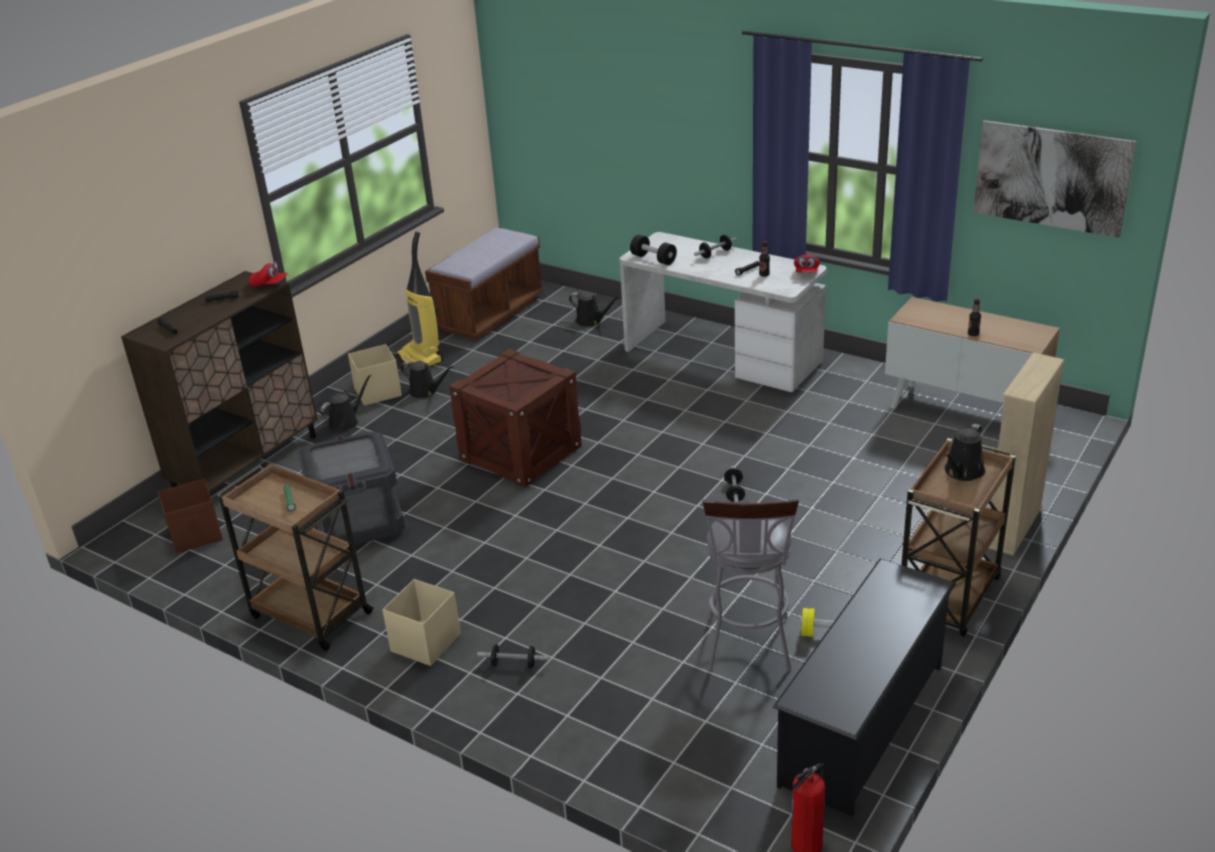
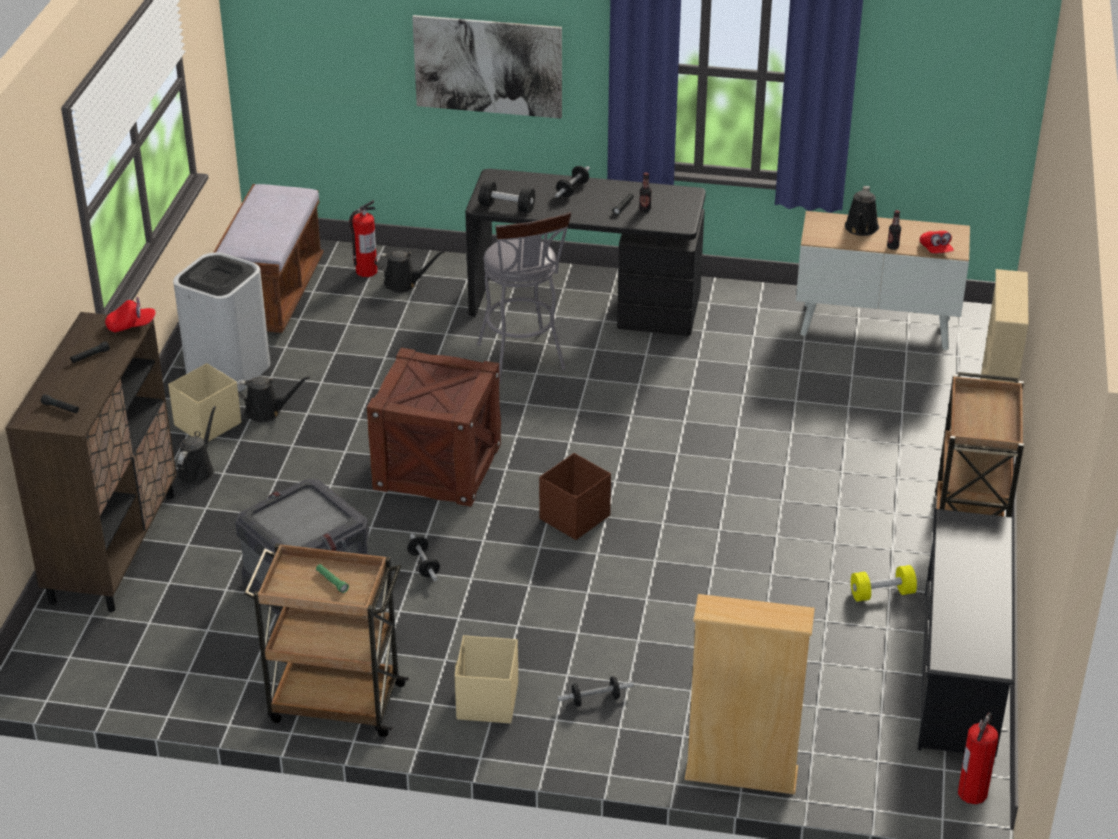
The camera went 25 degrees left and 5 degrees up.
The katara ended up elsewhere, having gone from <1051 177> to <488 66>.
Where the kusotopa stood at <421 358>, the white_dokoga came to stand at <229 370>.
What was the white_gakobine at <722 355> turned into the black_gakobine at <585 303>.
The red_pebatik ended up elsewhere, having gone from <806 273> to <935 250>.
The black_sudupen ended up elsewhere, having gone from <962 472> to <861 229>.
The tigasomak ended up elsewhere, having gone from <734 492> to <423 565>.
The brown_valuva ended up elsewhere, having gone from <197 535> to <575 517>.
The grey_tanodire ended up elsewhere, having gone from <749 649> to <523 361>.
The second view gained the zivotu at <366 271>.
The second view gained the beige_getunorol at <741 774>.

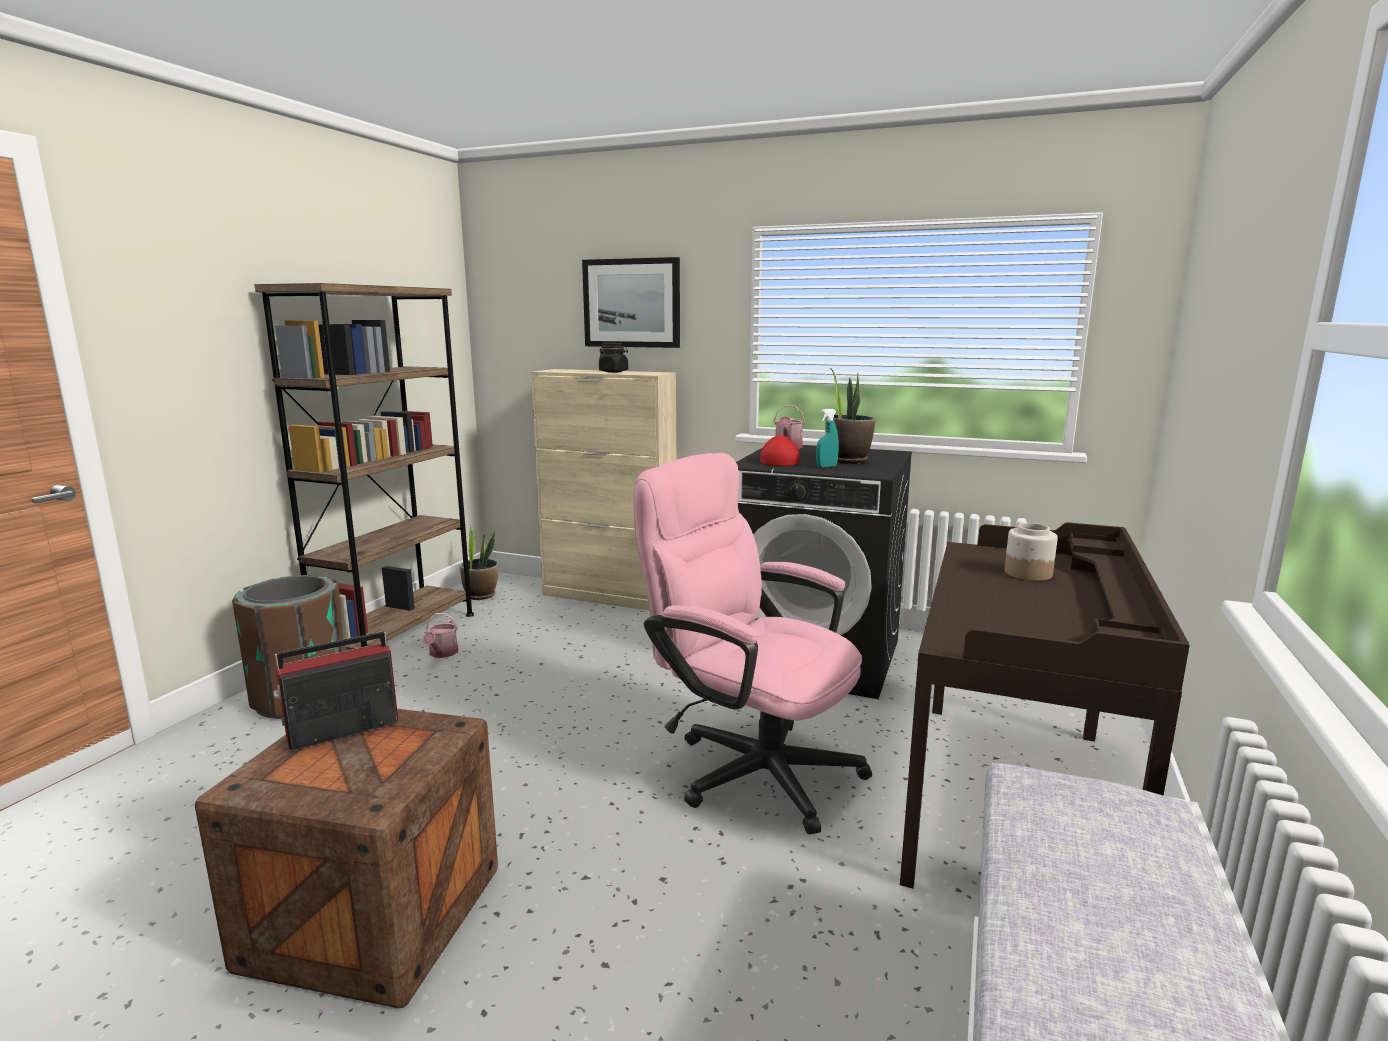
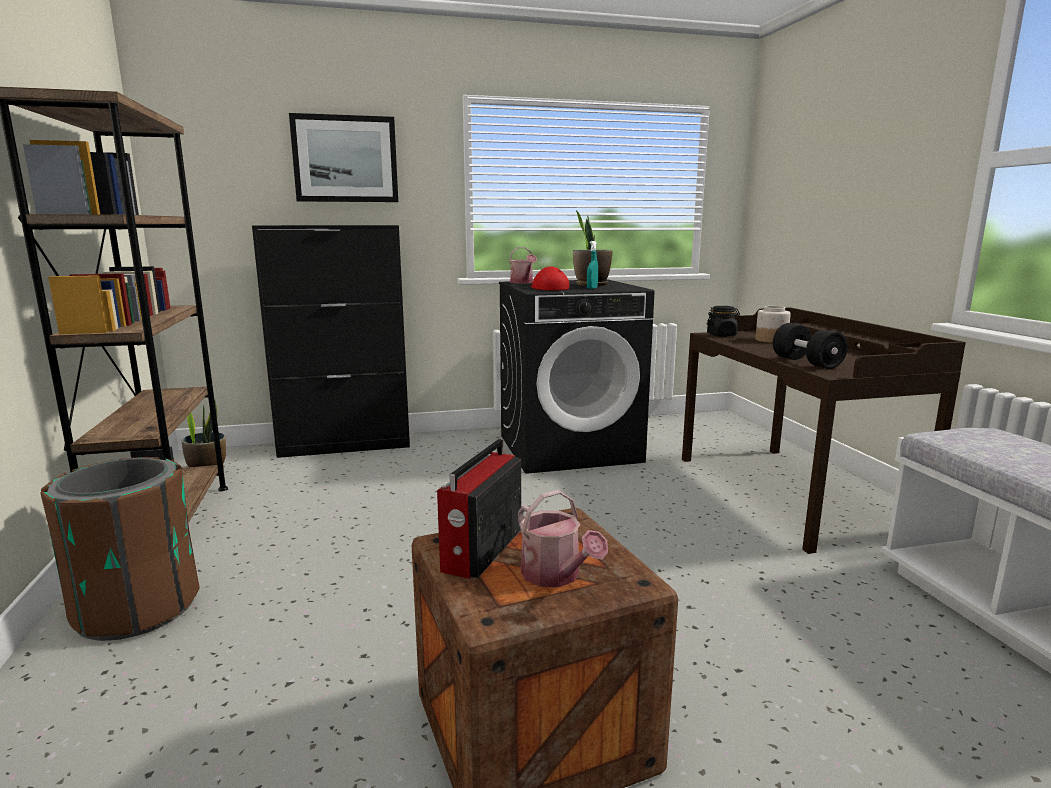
The camera went 35 degrees left and 0 degrees up.
The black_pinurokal ended up elsewhere, having gone from <613 372> to <721 335>.
What was the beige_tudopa at <610 597> turned into the black_tudopa at <346 445>.
The second view lost the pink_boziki at <750 766>.
The sudupen ended up elsewhere, having gone from <442 654> to <555 576>.
The second view gained the black_tigasomak at <806 362>.

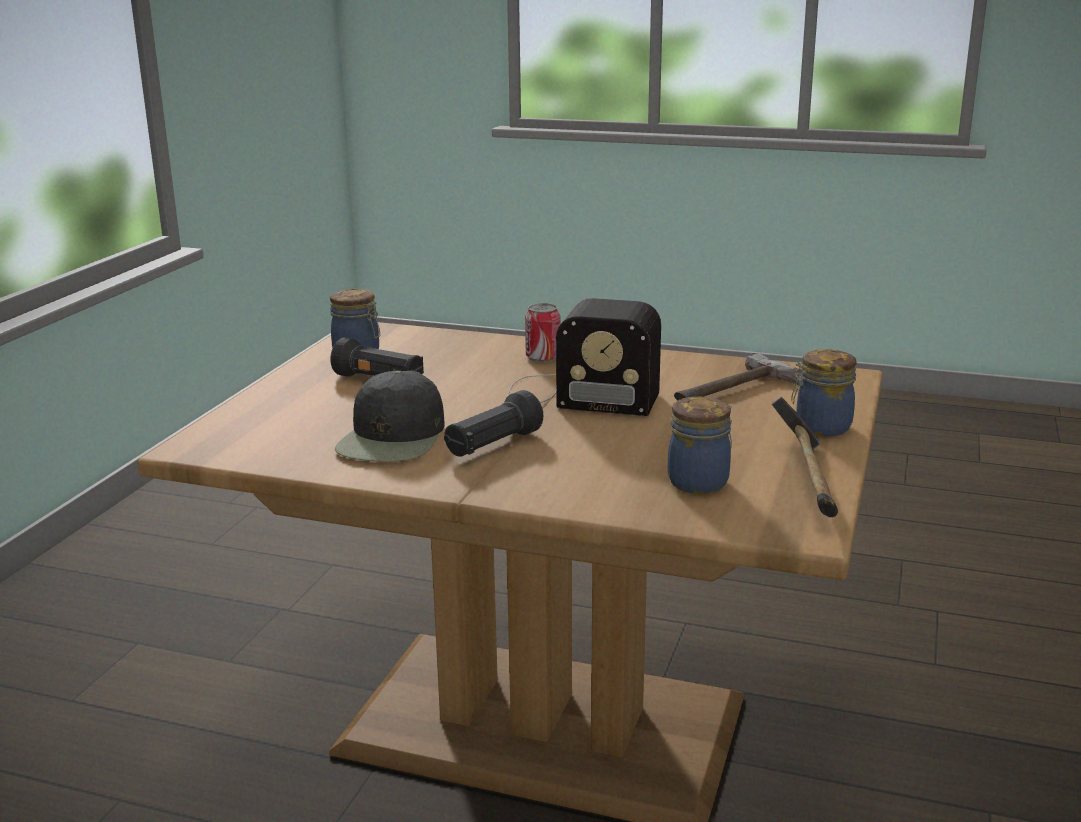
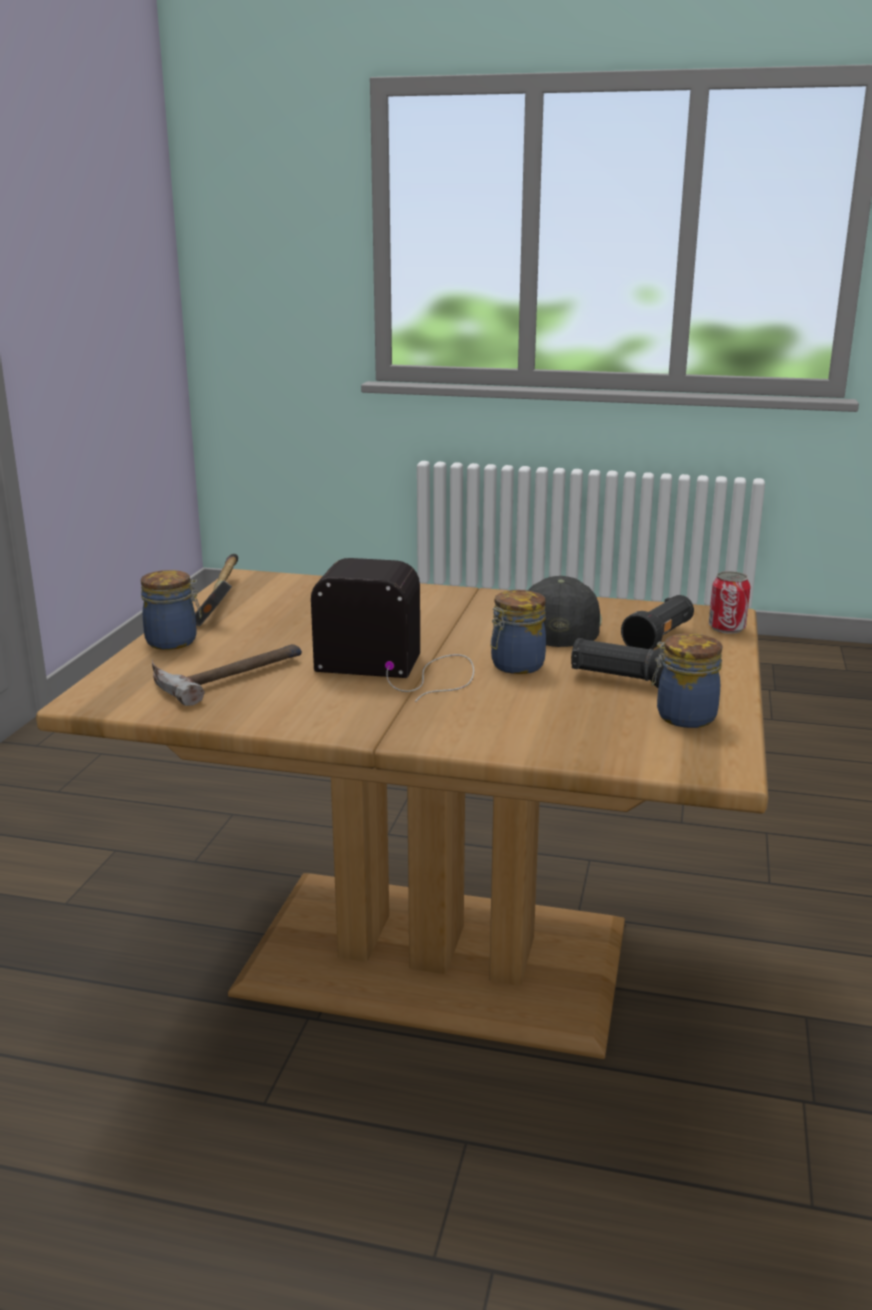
The camera went 175 degrees right and 0 degrees up.
The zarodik ended up elsewhere, having gone from <543 357> to <726 628>.
The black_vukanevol ended up elsewhere, having gone from <492 445> to <659 639>.
The pinurokal ended up elsewhere, having gone from <700 481> to <515 666>.

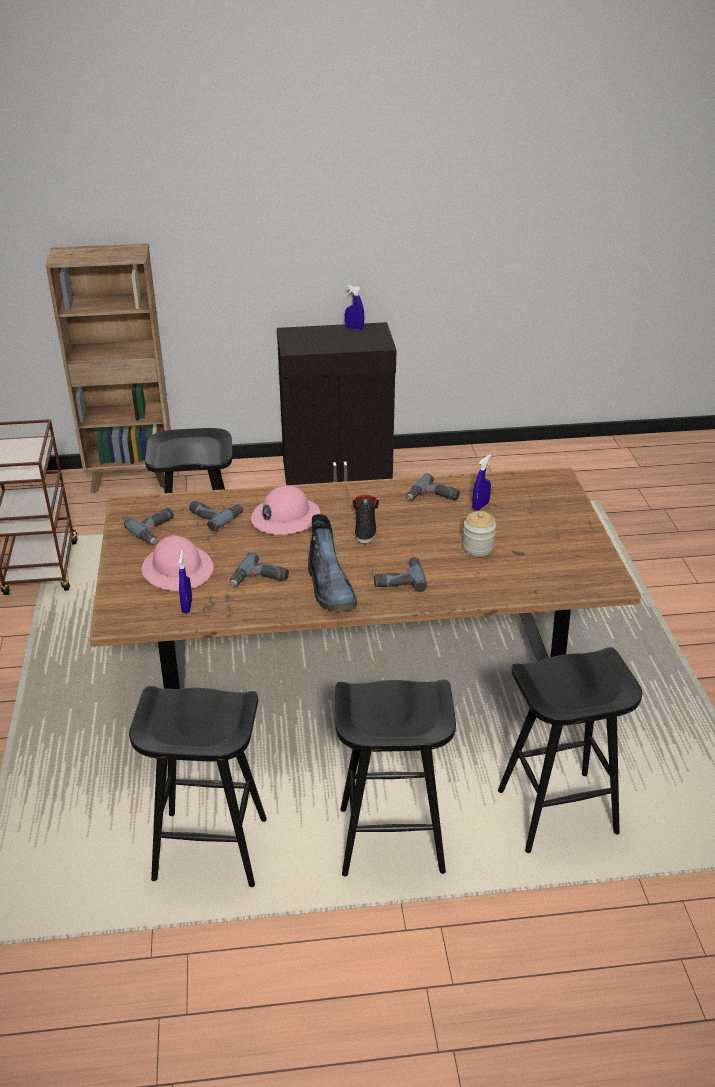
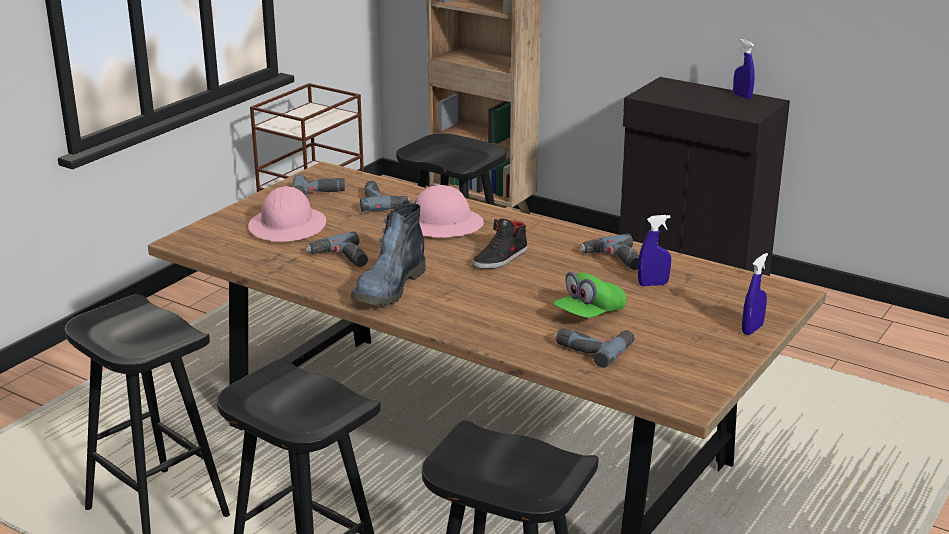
The camera went 40 degrees right and 10 degrees down.
Where the pinurokal stood at <478 547>, the green_pebatik came to stand at <589 314>.
The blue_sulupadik ended up elsewhere, having gone from <187 606> to <752 329>.
The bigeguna ended up elsewhere, having gone from <398 579> to <594 348>.

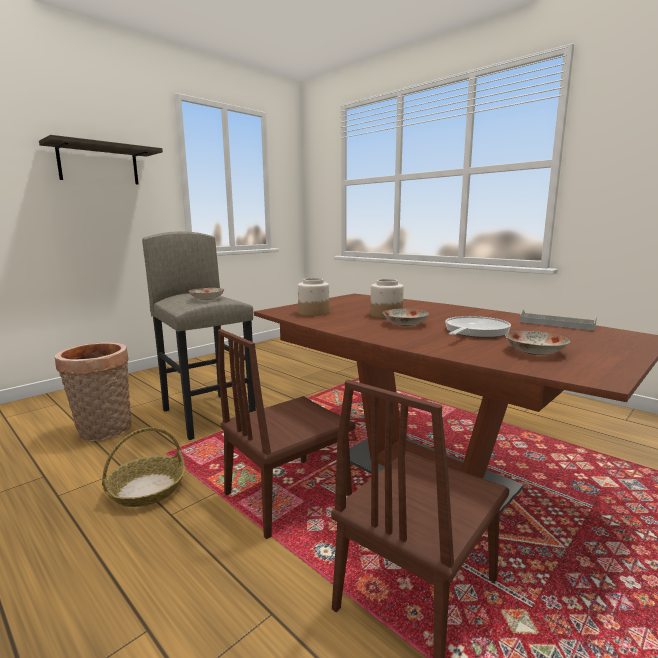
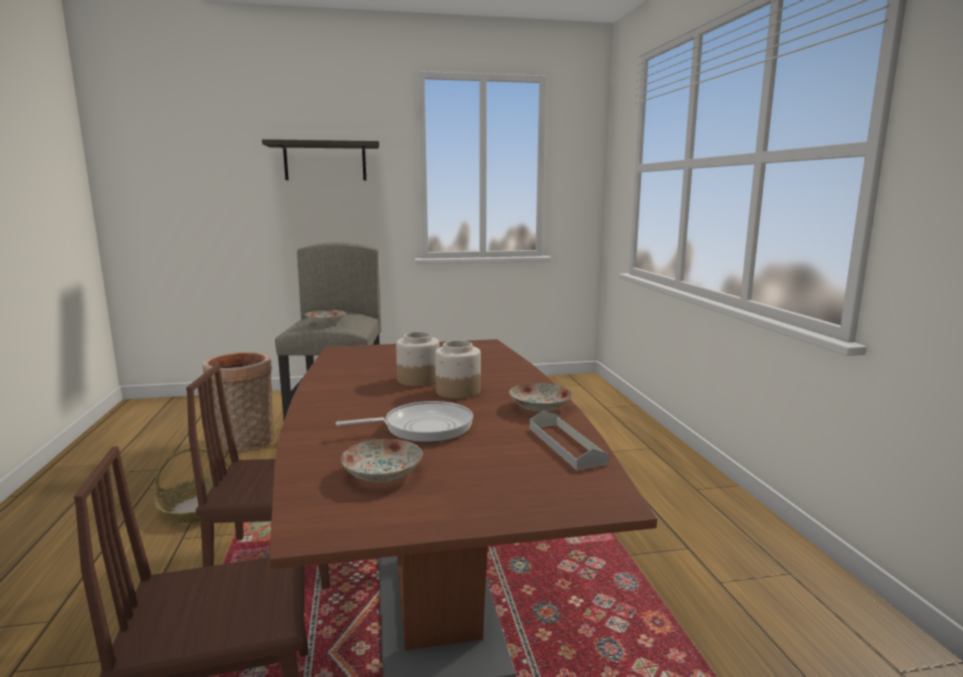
The camera went 35 degrees right and 0 degrees up.
The pinurokal ended up elsewhere, having gone from <313 313> to <457 391>.
The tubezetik ended up elsewhere, having gone from <404 324> to <539 407>.

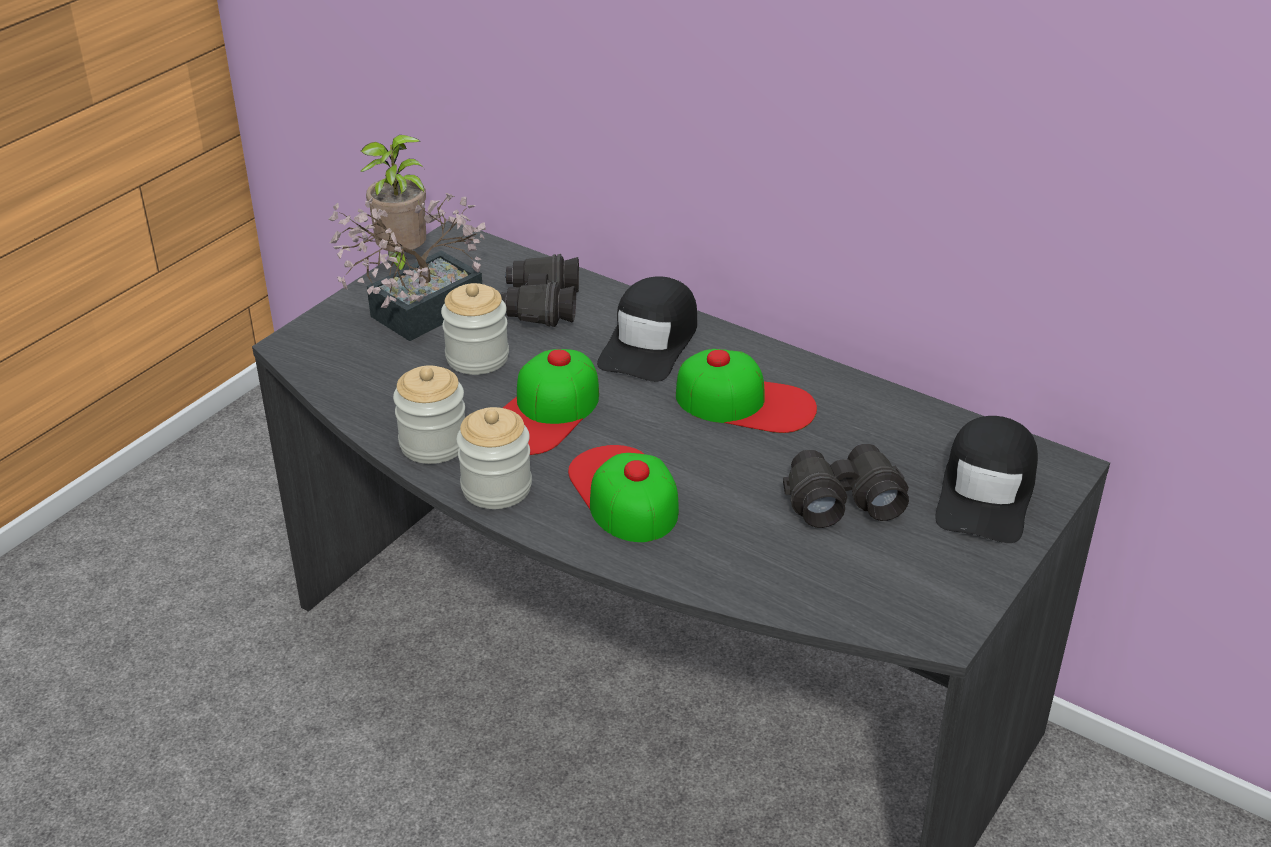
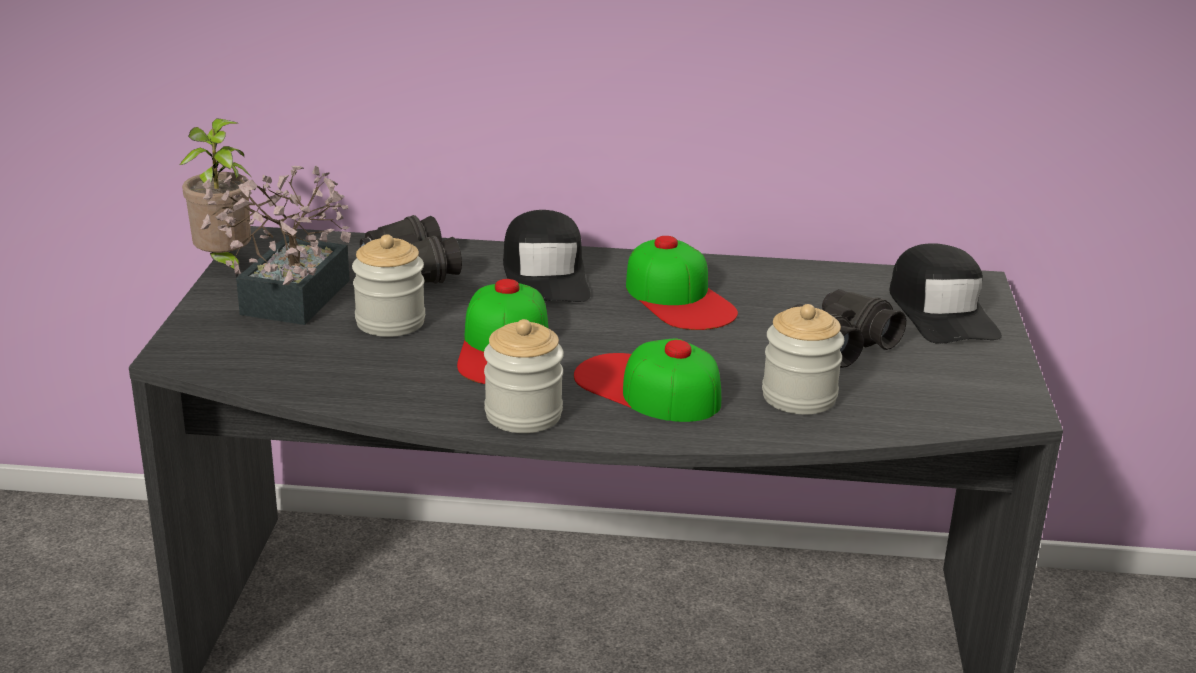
The camera went 30 degrees left and 10 degrees down.
The pebatik at <745 402> ended up facing another way, 75 degrees clockwise from before.
The pinurokal ended up elsewhere, having gone from <433 444> to <799 397>.

